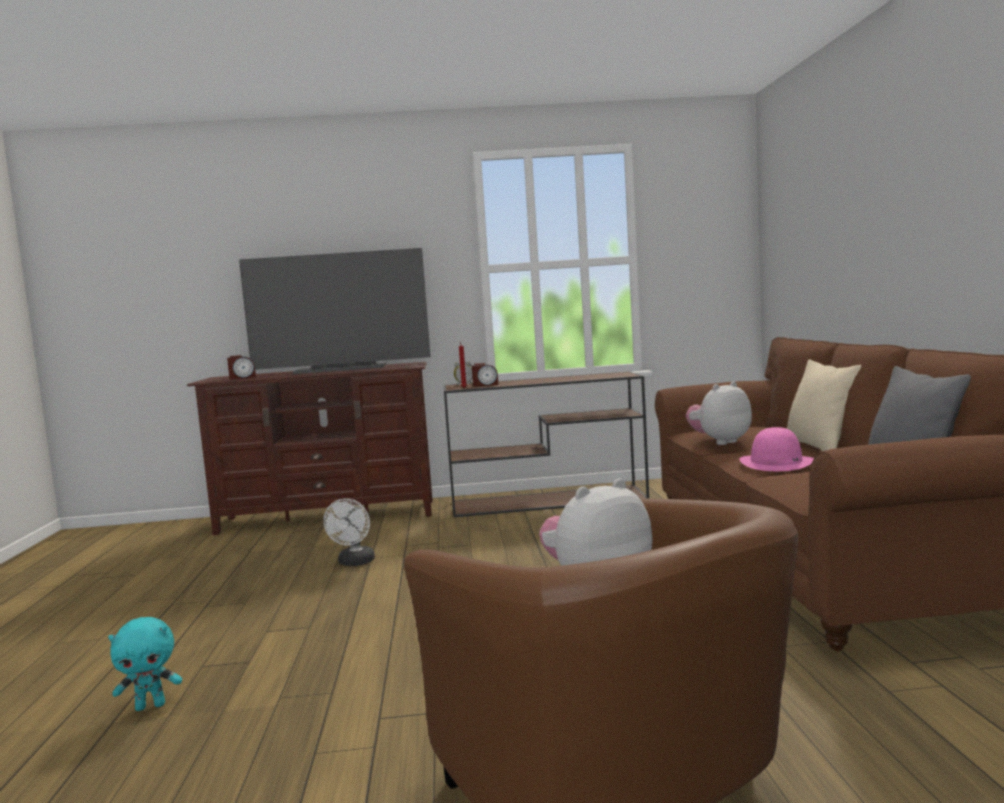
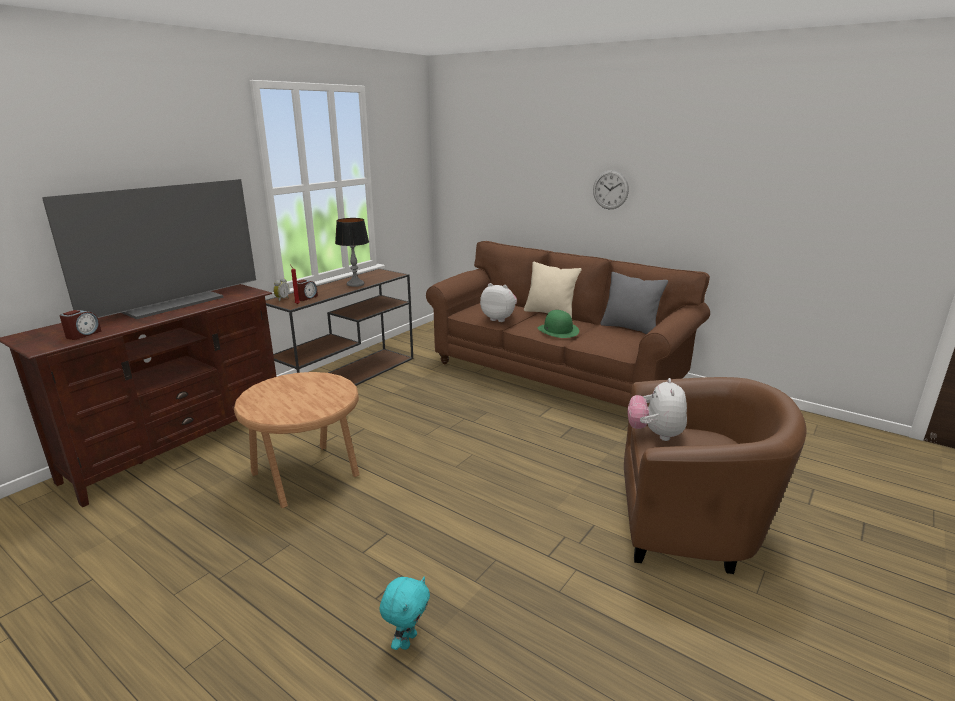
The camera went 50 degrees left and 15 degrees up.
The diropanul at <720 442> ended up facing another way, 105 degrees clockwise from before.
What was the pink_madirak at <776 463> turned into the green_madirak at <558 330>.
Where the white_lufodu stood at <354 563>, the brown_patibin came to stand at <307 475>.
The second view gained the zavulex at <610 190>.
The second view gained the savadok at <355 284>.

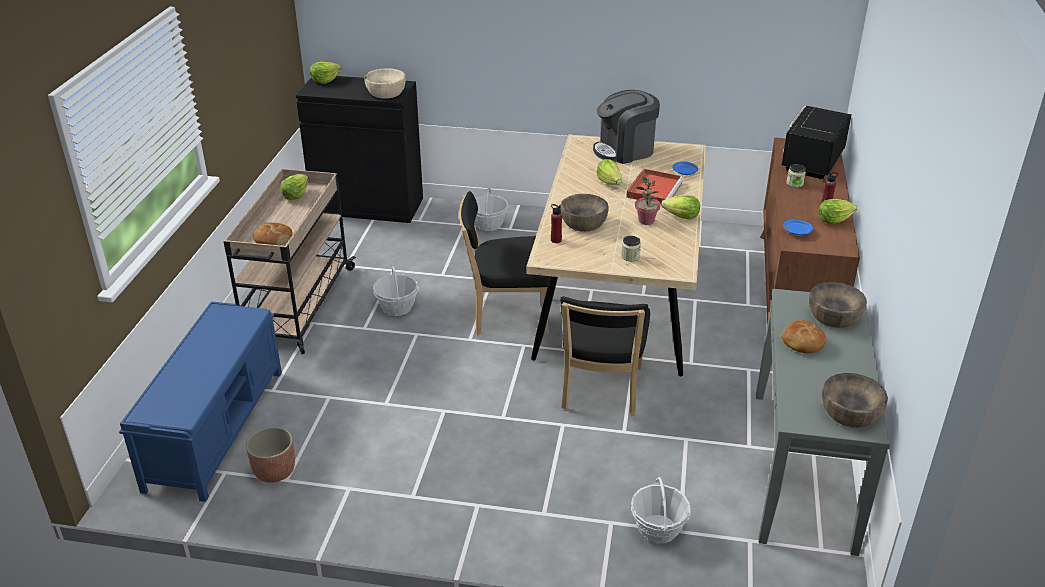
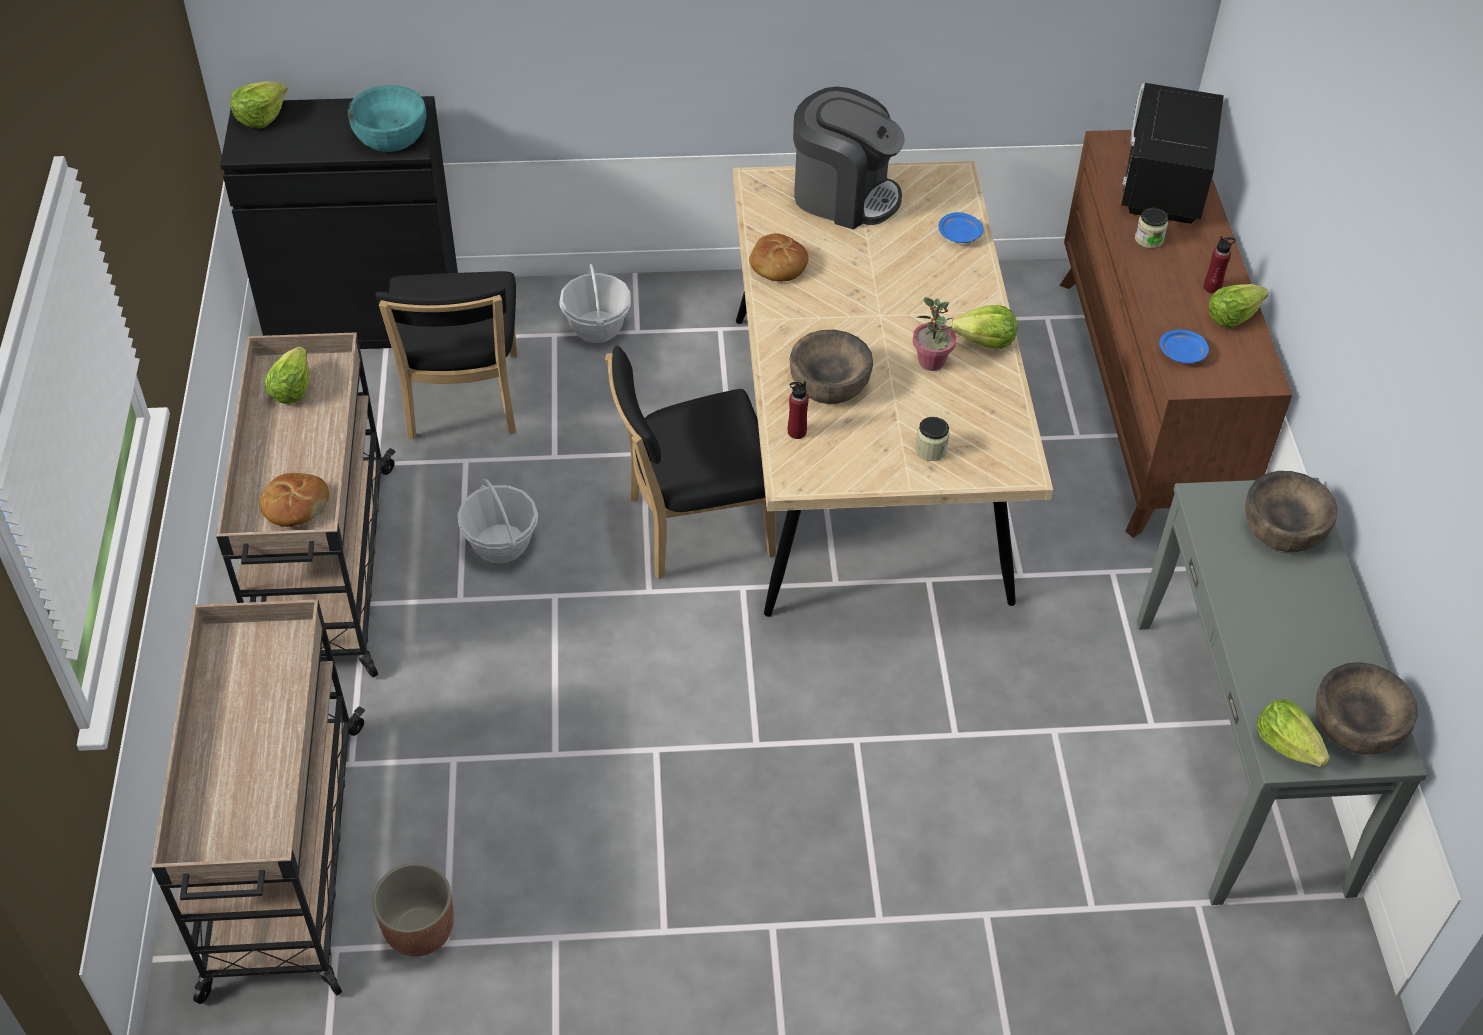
The camera went 15 degrees left and 15 degrees up.
What was the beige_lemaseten at <386 92> turned into the turquoise_lemaseten at <390 135>.
The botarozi at <625 150> ended up facing another way, 120 degrees counterclockwise from before.
The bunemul ended up elsewhere, having gone from <609 182> to <1286 745>.
The second view lost the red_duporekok at <654 189>.
The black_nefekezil ended up elsewhere, having gone from <600 391> to <462 402>.
Where the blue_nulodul stood at <216 427>, the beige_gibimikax came to stand at <284 861>.
The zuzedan ended up elsewhere, having gone from <802 343> to <777 266>.
The second view lost the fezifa at <658 529>.

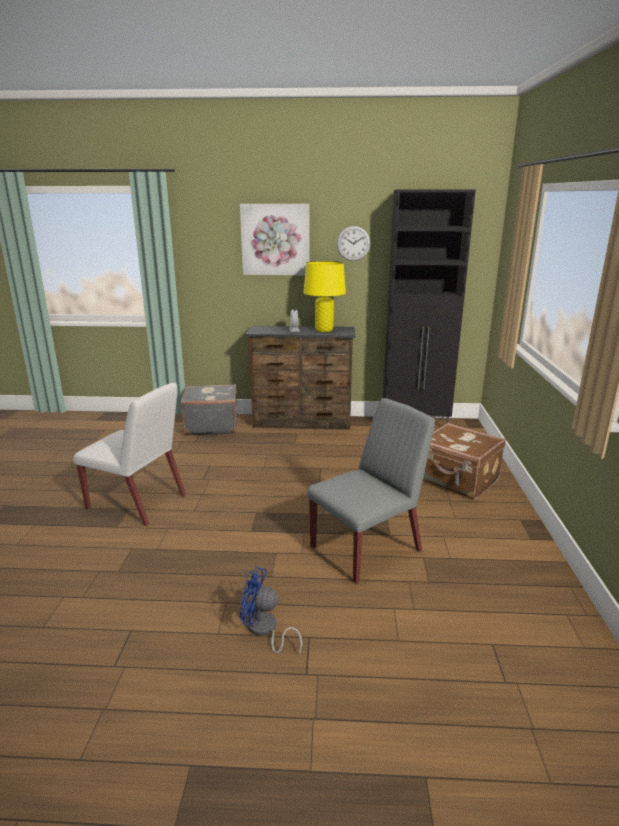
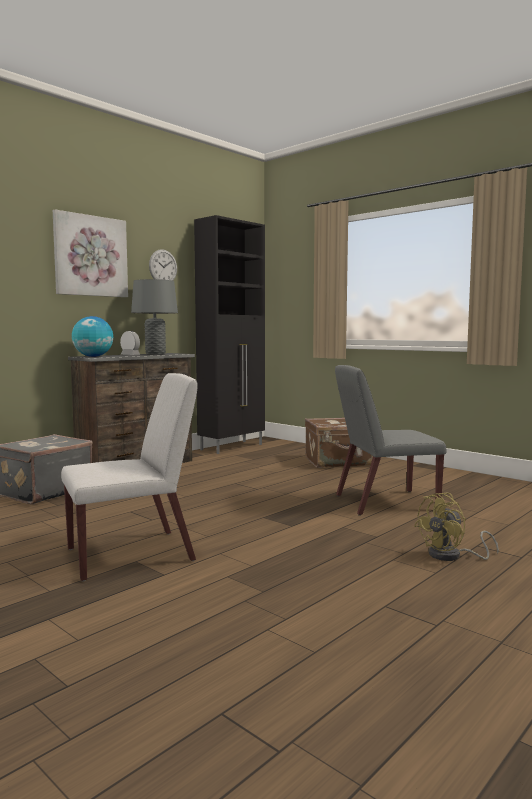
The camera went 50 degrees left and 15 degrees down.
What was the yellow_savadok at <324 330> turned into the grey_savadok at <155 354>.
The grey_nefekezil at <367 548> ended up facing another way, 105 degrees counterclockwise from before.
What was the blue_lufodu at <264 630> turned into the yellow_lufodu at <451 556>.
The second view gained the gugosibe at <93 356>.

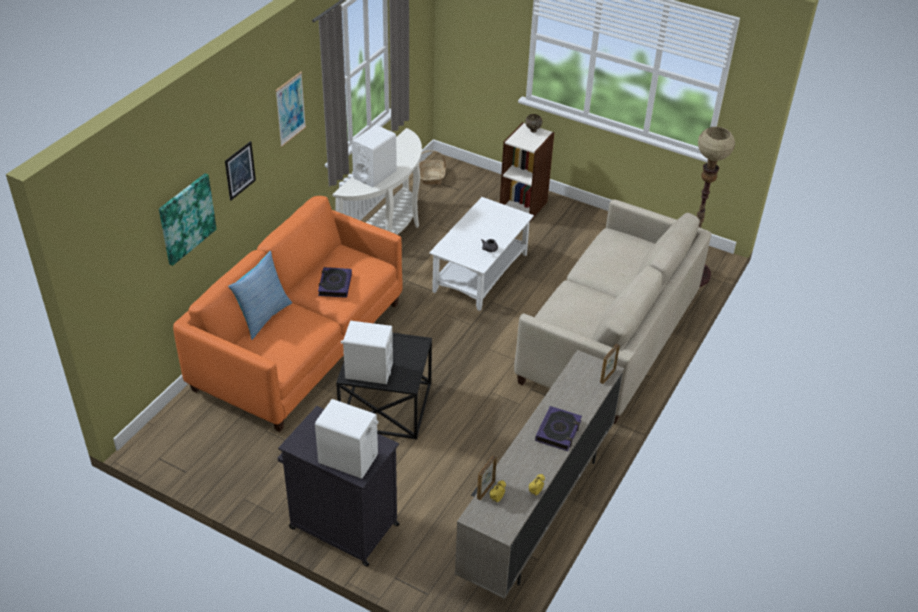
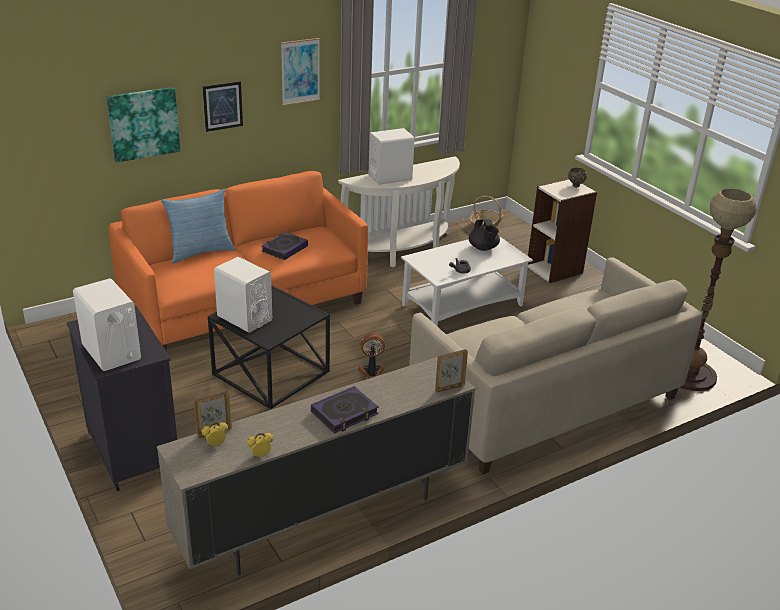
The camera went 30 degrees right and 10 degrees down.
The second view gained the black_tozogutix at <483 248>.
The second view gained the lufodu at <371 372>.

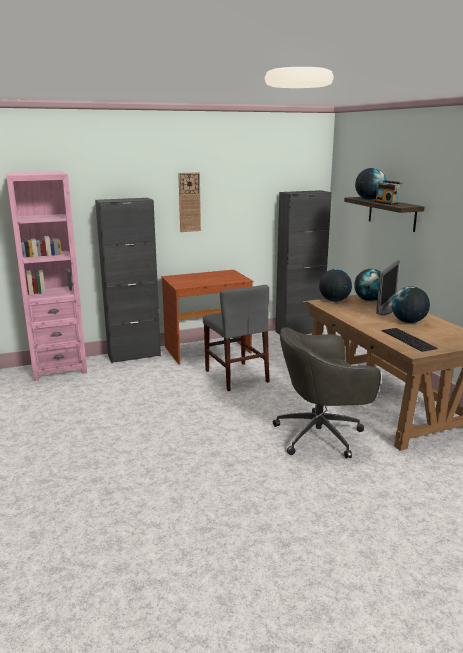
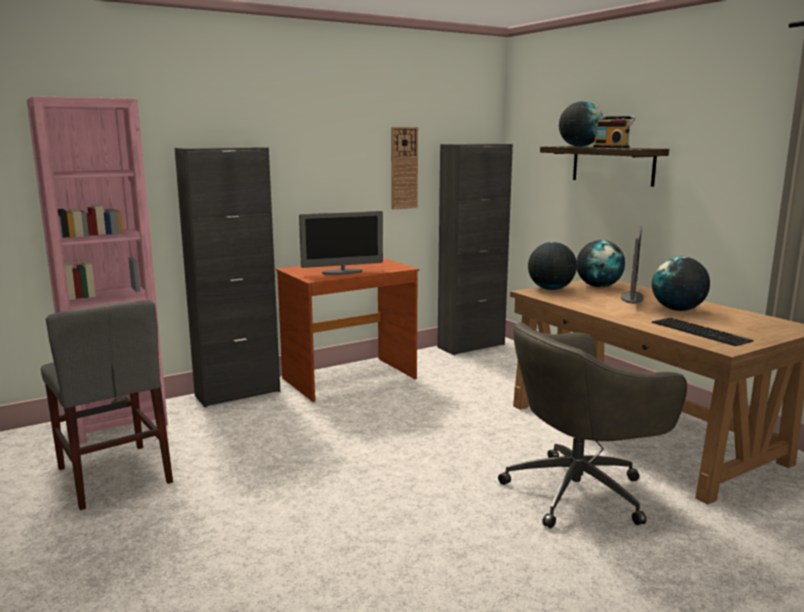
The camera went 10 degrees left and 5 degrees down.
The zavulex ended up elsewhere, having gone from <189 202> to <404 168>.
The grey_nefekezil ended up elsewhere, having gone from <236 376> to <114 475>.
The second view gained the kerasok at <342 272>.

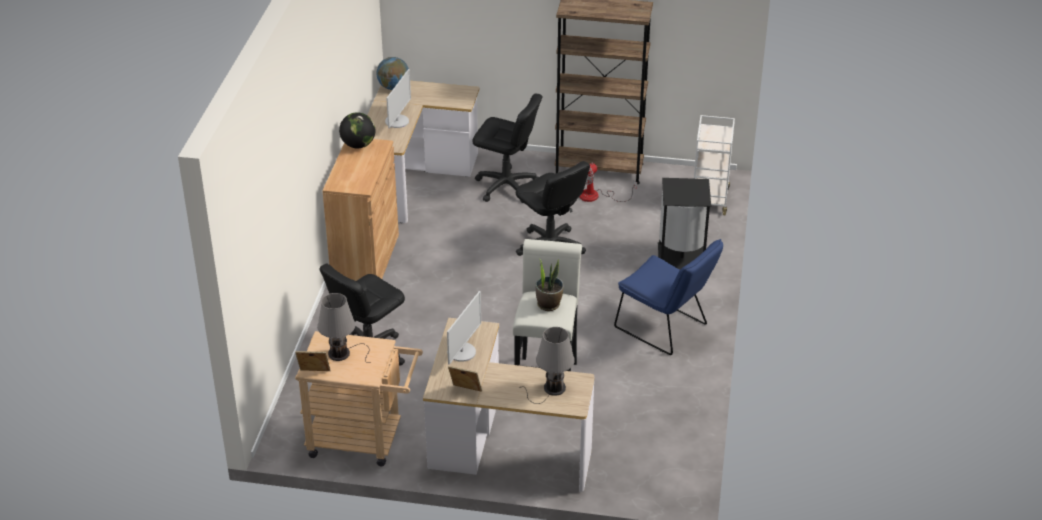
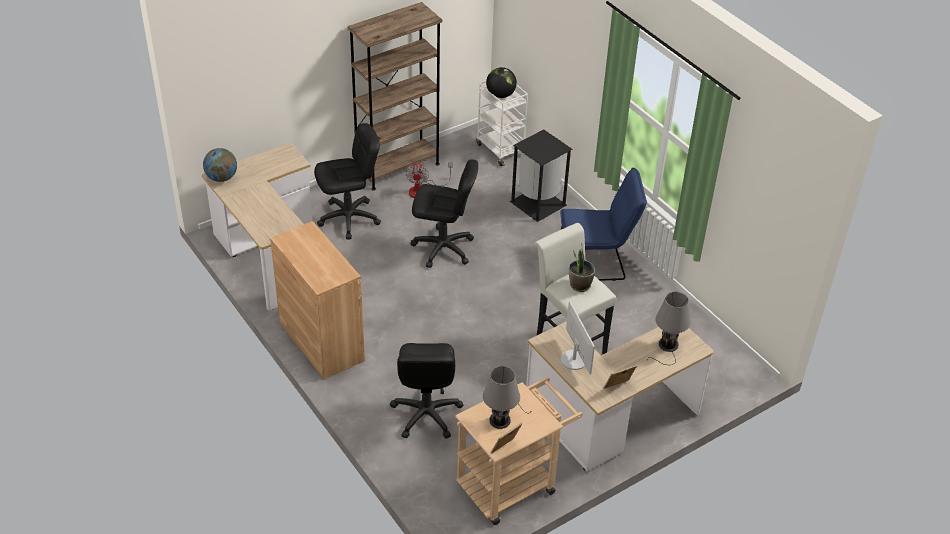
The camera went 45 degrees left and 5 degrees up.
The second view lost the kerasok at <397 121>.
The gugosibe ended up elsewhere, having gone from <358 145> to <500 95>.

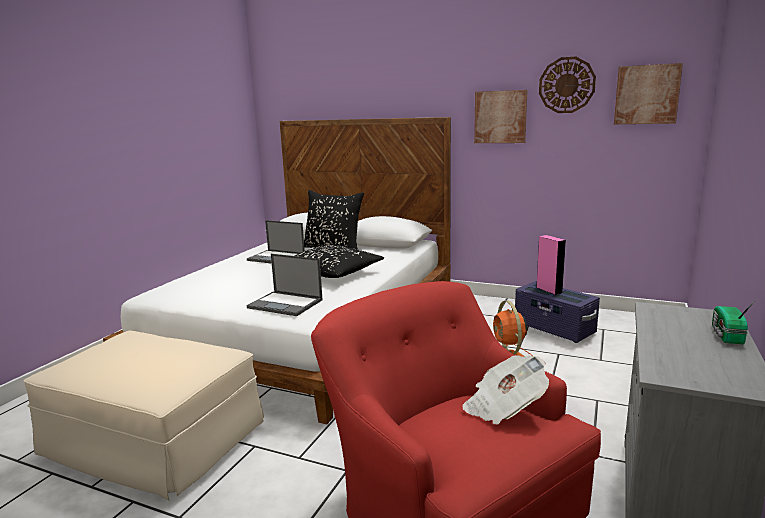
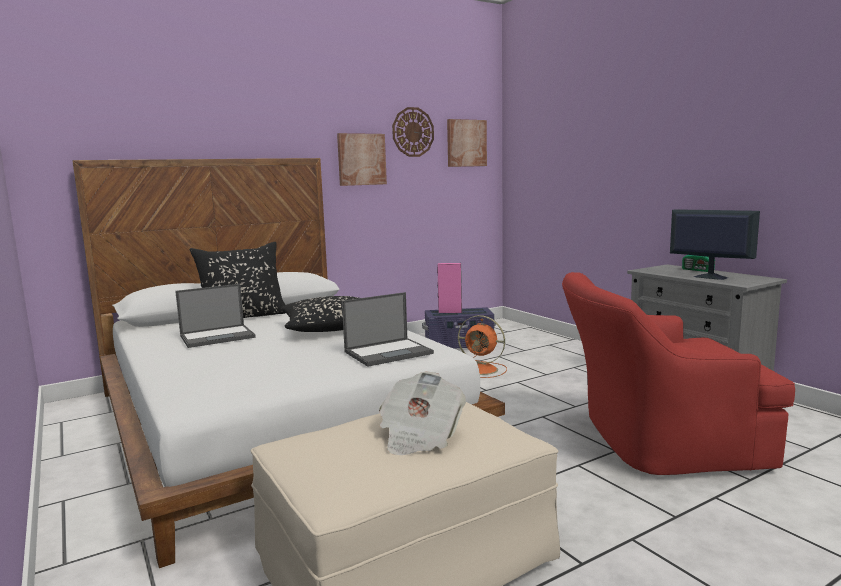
The camera went 55 degrees left and 5 degrees down.
The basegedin ended up elsewhere, having gone from <503 407> to <420 436>.
The second view gained the kerasok at <709 277>.

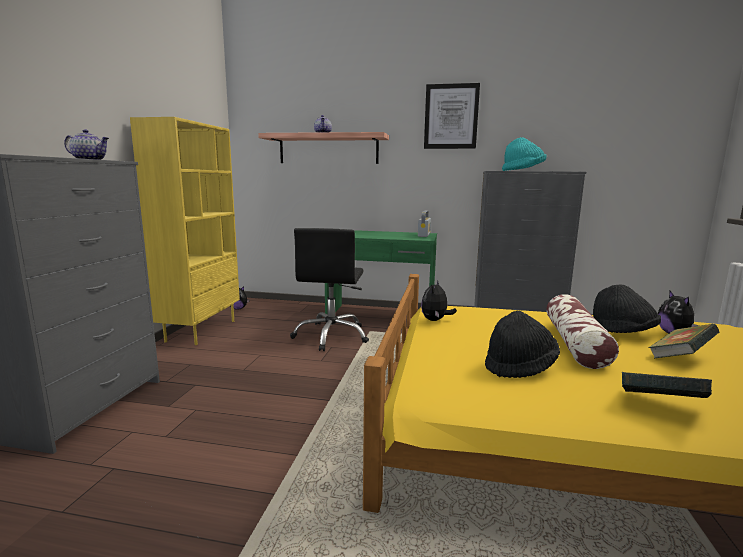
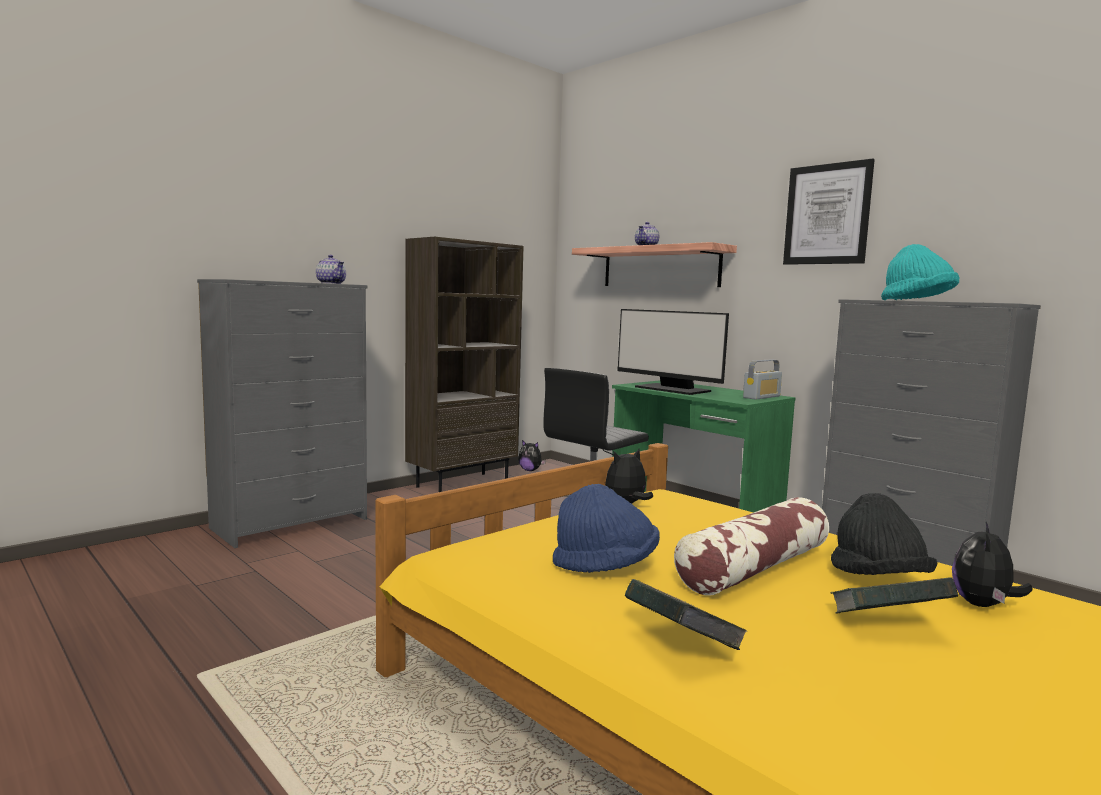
The camera went 35 degrees right and 5 degrees down.
What was the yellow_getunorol at <201 330> turned into the brown_getunorol at <462 484>.
What was the black_madirak at <519 367> turned into the blue_madirak at <605 566>.
The second view gained the kerasok at <671 389>.

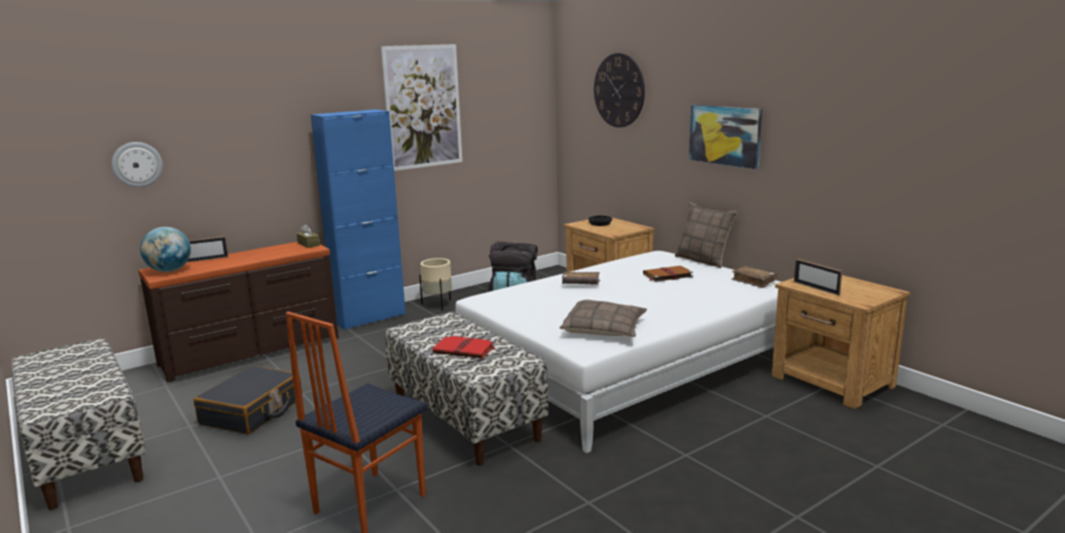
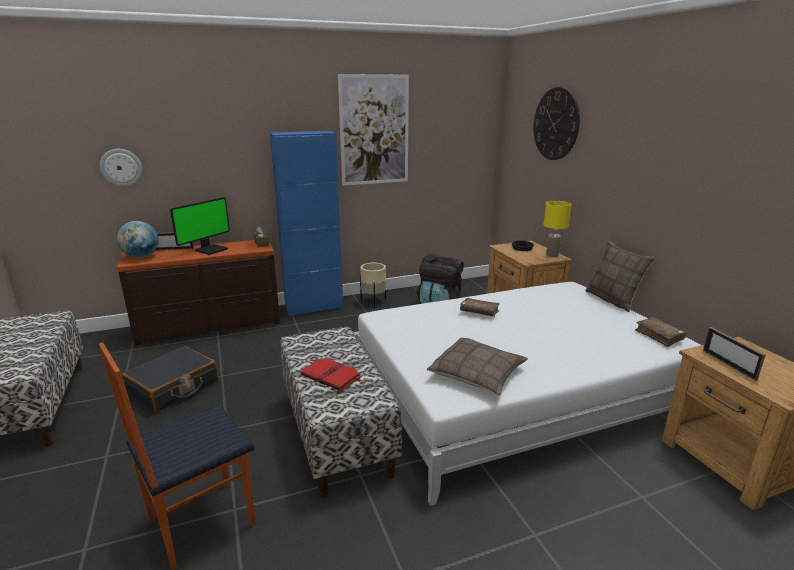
The camera went 15 degrees right and 5 degrees up.
The second view lost the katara at <725 135>.
The second view lost the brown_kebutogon at <667 275>.
The second view gained the kerasok at <210 249>.
The second view gained the yellow_savadok at <552 255>.

